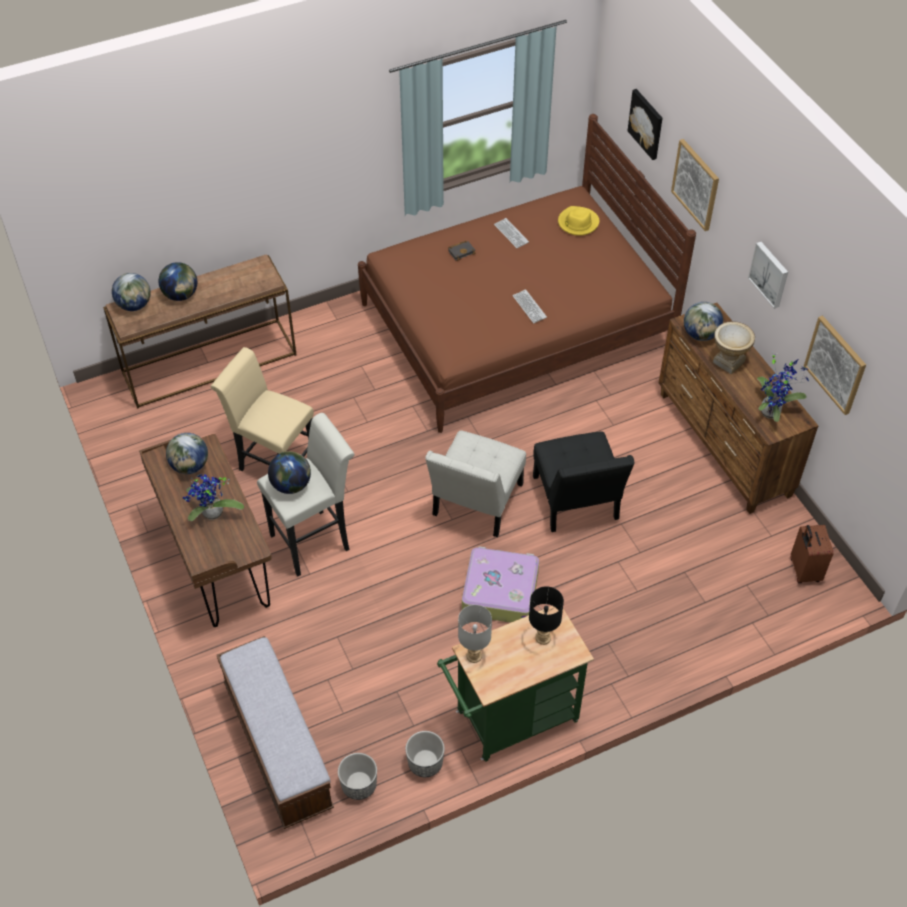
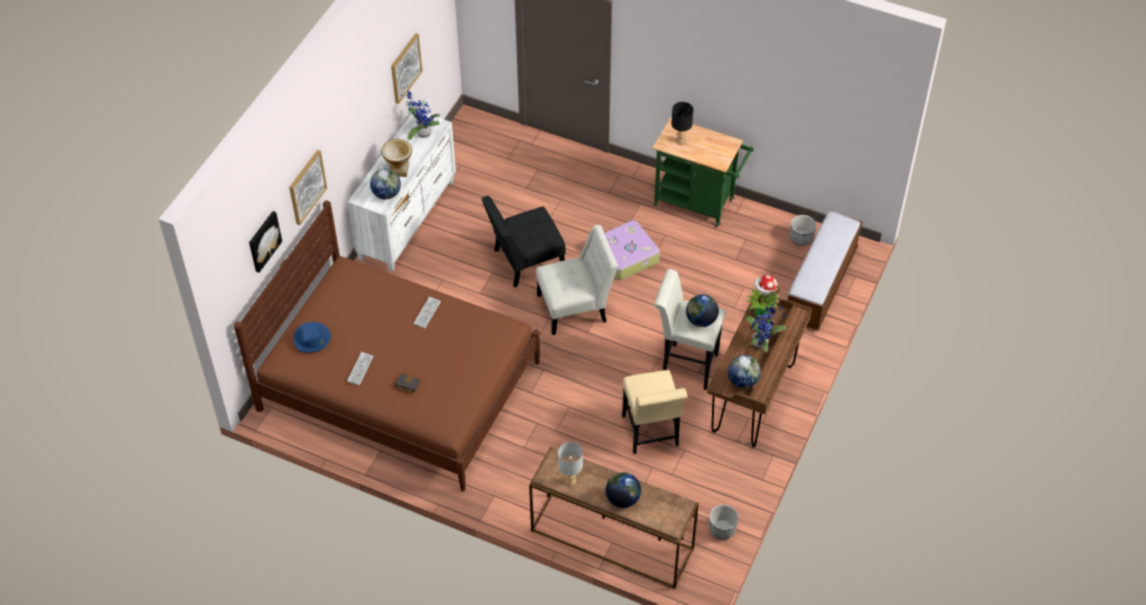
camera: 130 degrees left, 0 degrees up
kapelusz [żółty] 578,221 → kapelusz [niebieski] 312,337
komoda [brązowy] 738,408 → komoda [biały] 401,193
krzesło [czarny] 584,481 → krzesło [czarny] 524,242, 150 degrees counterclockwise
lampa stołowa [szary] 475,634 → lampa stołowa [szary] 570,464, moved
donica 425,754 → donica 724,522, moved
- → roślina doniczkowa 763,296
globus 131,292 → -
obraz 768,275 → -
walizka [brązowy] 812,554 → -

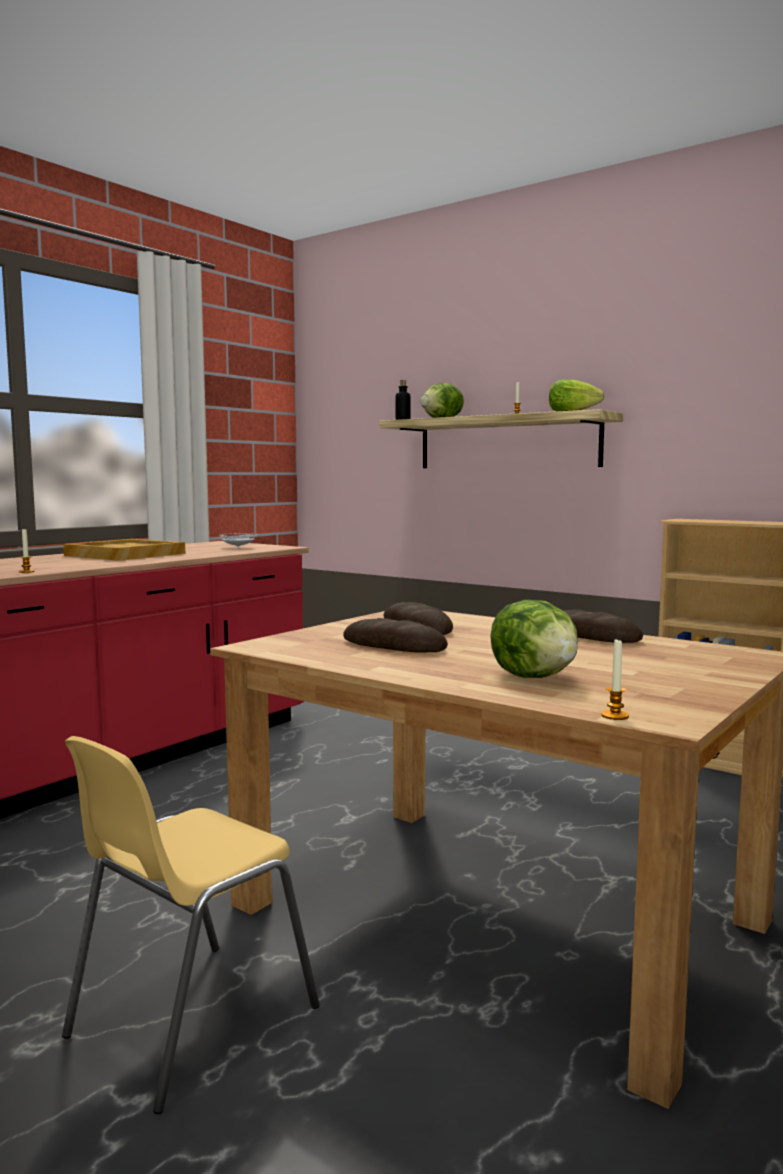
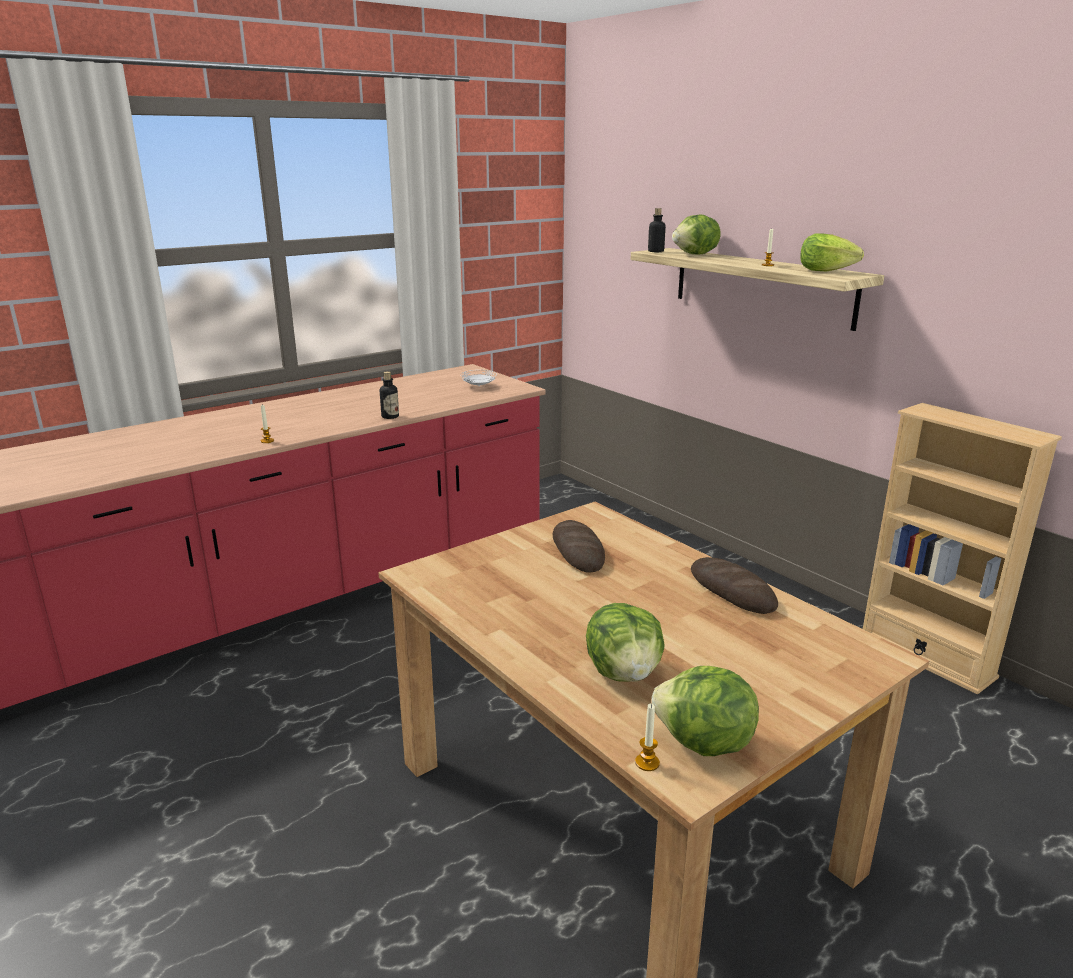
camera: 15 degrees right, 15 degrees up
- → butelka 389,395
- → sałata 705,711
krzesło [żółty] 190,925 → -
taca [beżowy] 124,550 → -
chleb 395,635 → -

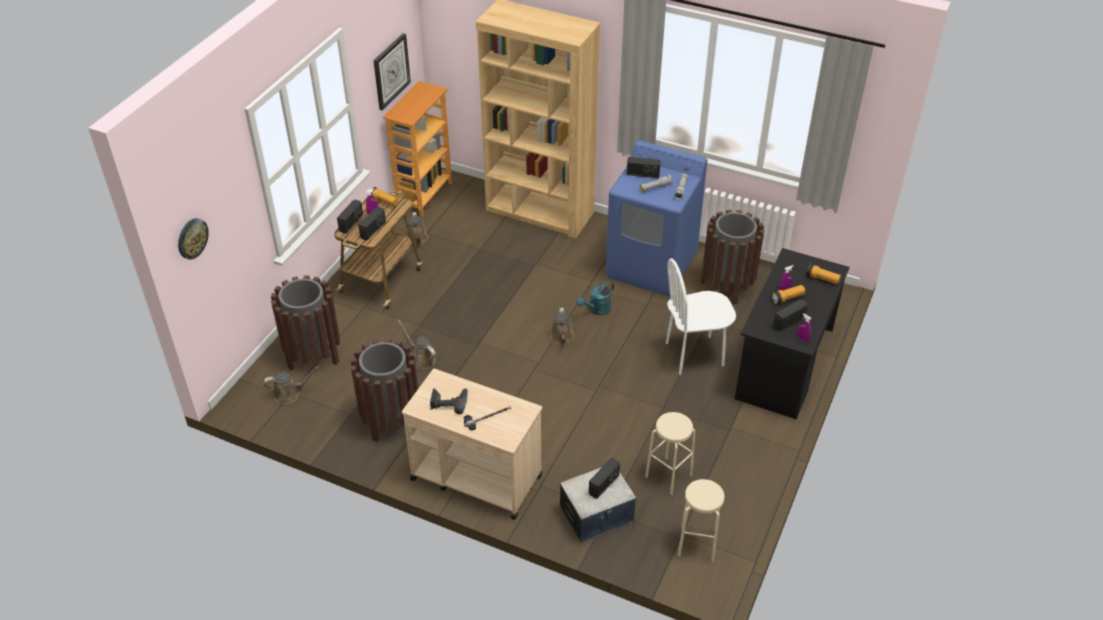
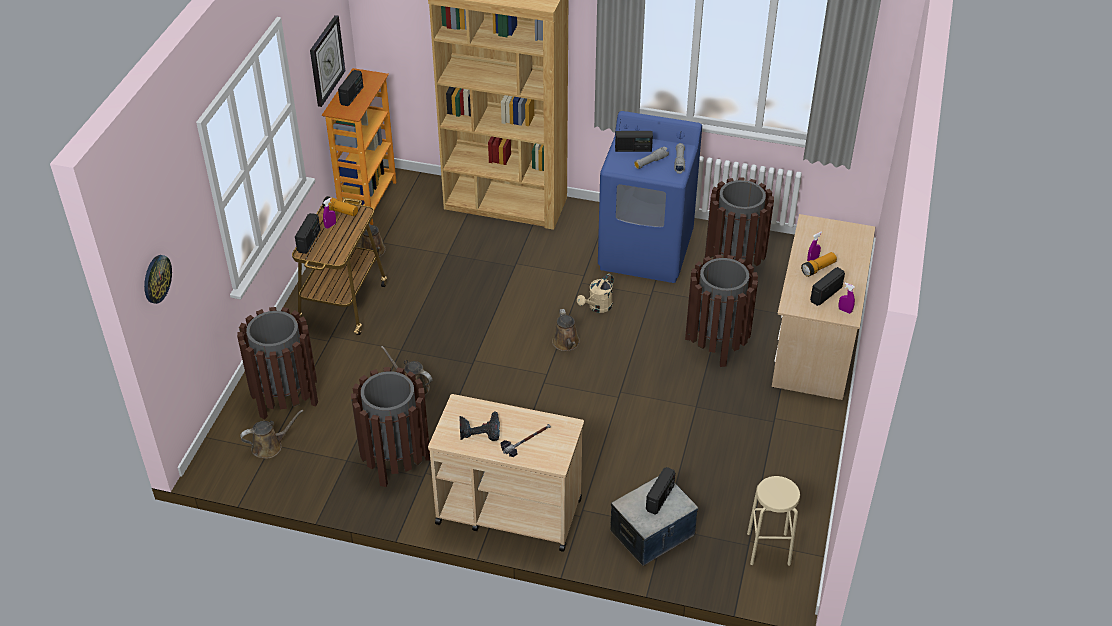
camera: 10 degrees left, 0 degrees up
radio 372,224 → radio 350,88, moved
konewka [turkusowy] 595,298 → konewka [beżowy] 595,293
krzesło [biały] 701,316 → kosz na śmieci [brązowy] 721,311
biurko [czarny] 792,333 → biurko [beżowy] 823,307
stołek [beżowy] 670,453 → -
latarka 823,274 → -

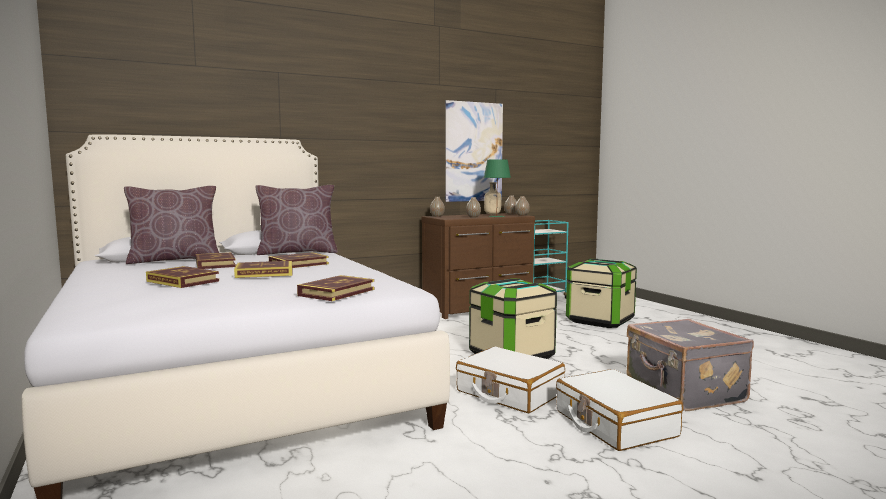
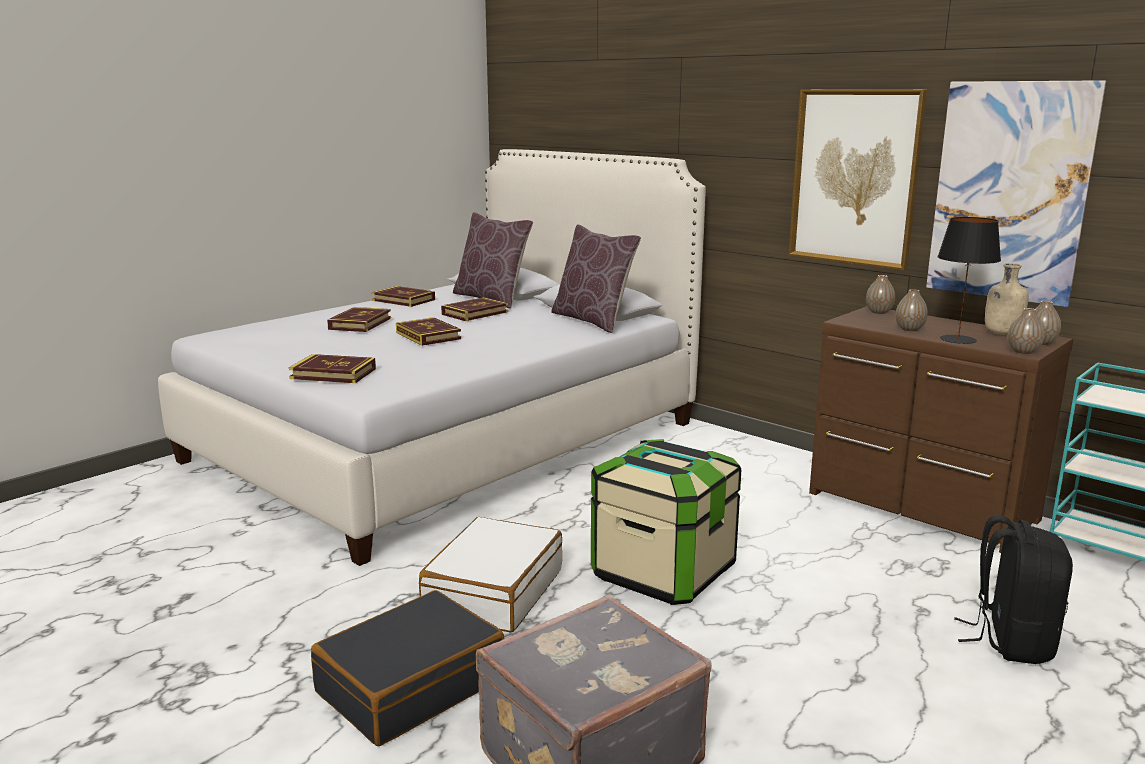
camera: 70 degrees right, 10 degrees up
walizka [biały] 619,410 → walizka [czarny] 407,668
książka 299,260 → książka 403,296, moved
- → obraz 857,179
lampa stołowa [zielony] 497,188 → lampa stołowa [czarny] 969,280
pojemnik do przechowywania 601,293 → plecak [czarny] 1013,589

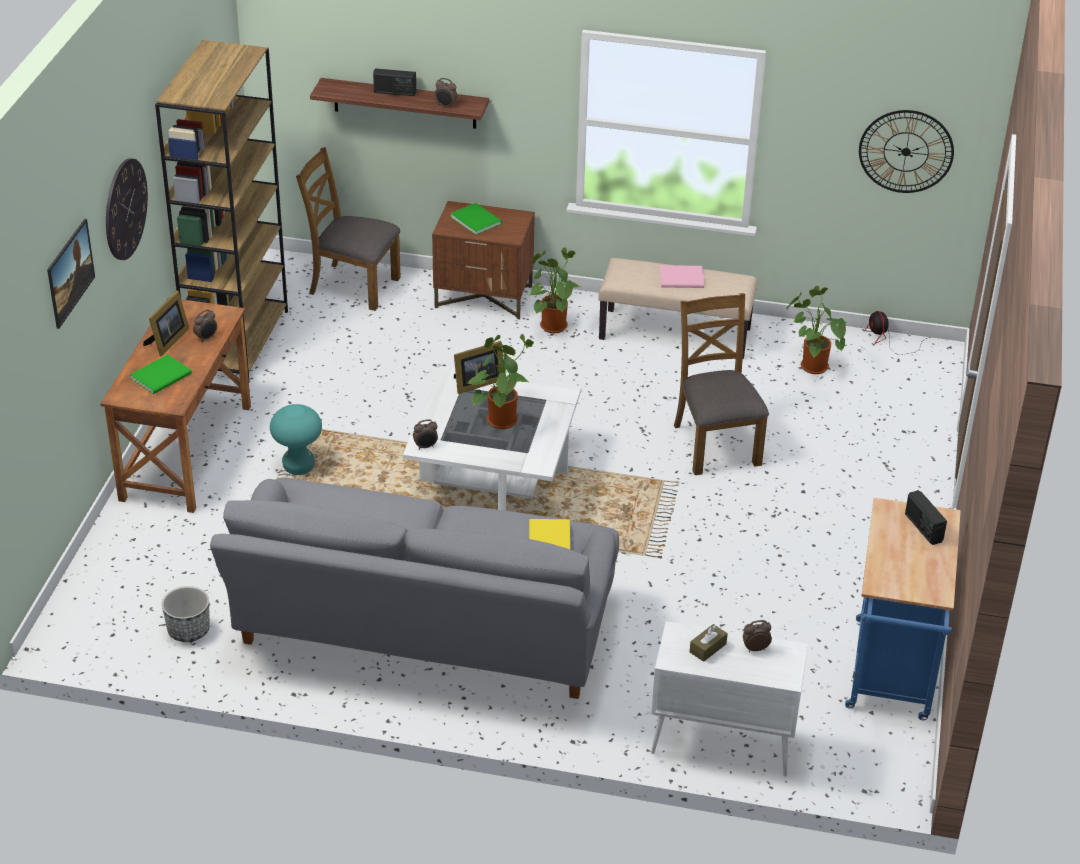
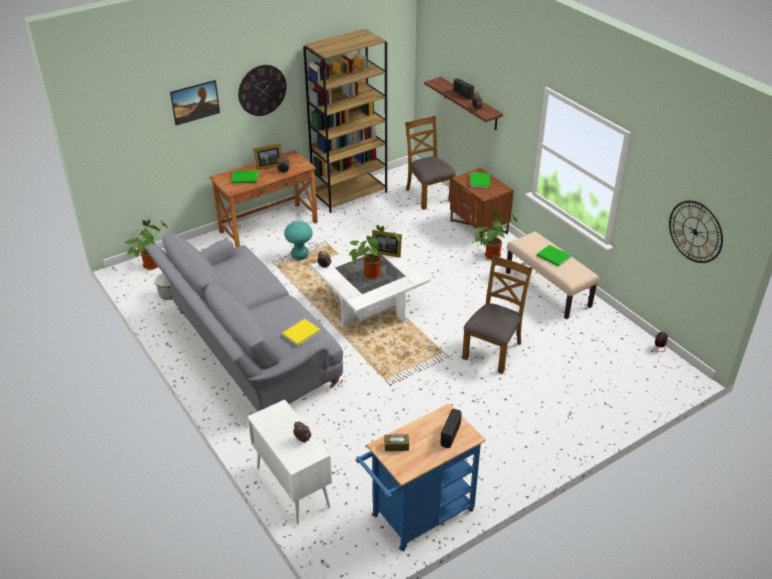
camera: 45 degrees right, 0 degrees up
roślina doniczkowa 817,330 → roślina doniczkowa 147,244, moved
pudełko chusteczek [brązowy] 709,643 → pudełko chusteczek [brązowy] 396,442, moved
książka [różowy] 682,276 → książka [zielony] 554,256

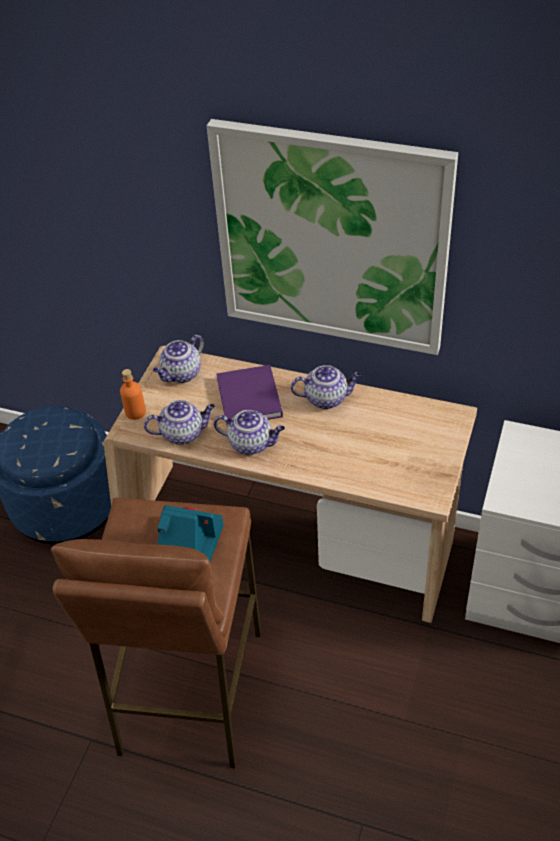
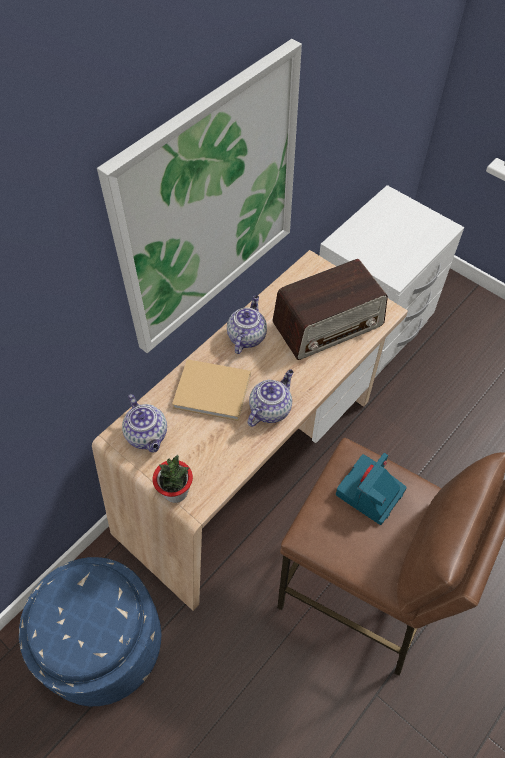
camera: 70 degrees left, 10 degrees up
butelka [pomarańczowy] 133,394 → roślina doniczkowa 173,479
książka [fioletowy] 249,395 → książka [beżowy] 211,390
- → radio 330,309
imbryk 179,422 → -

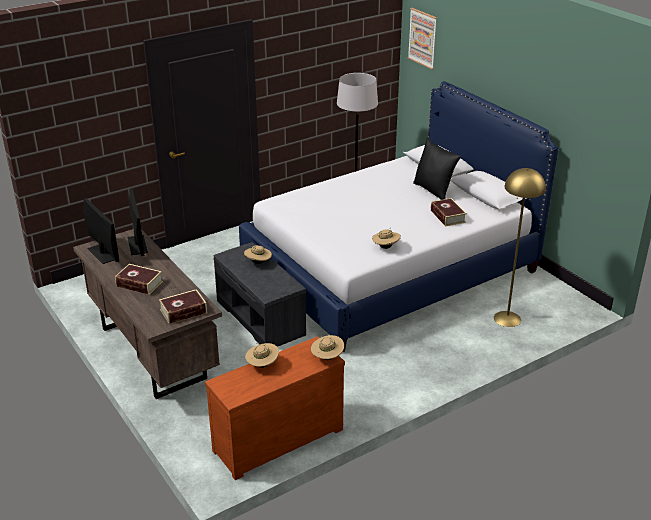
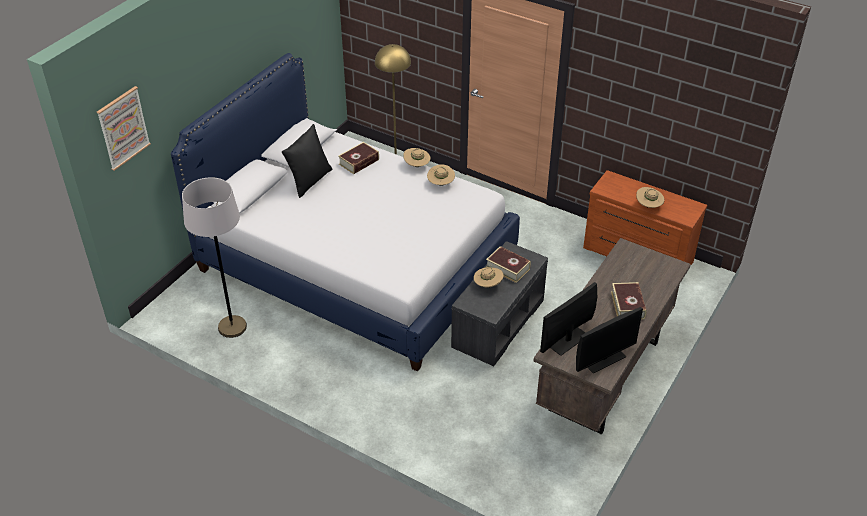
camera: 115 degrees left, 10 degrees up
kapelusz [beżowy] 327,347 → kapelusz [beżowy] 417,157, moved
książka 183,306 → książka 508,264, moved
monitor 101,231 → monitor 609,340, 150 degrees counterclockwise

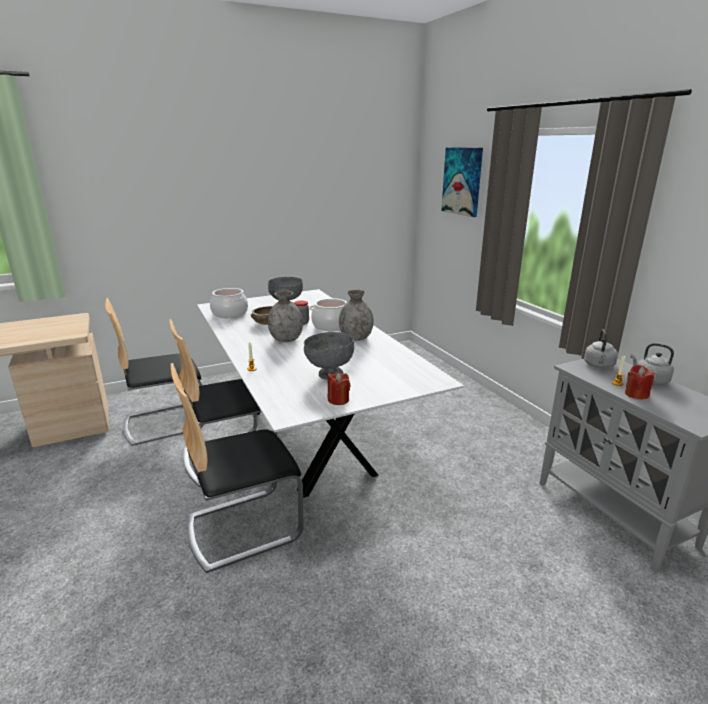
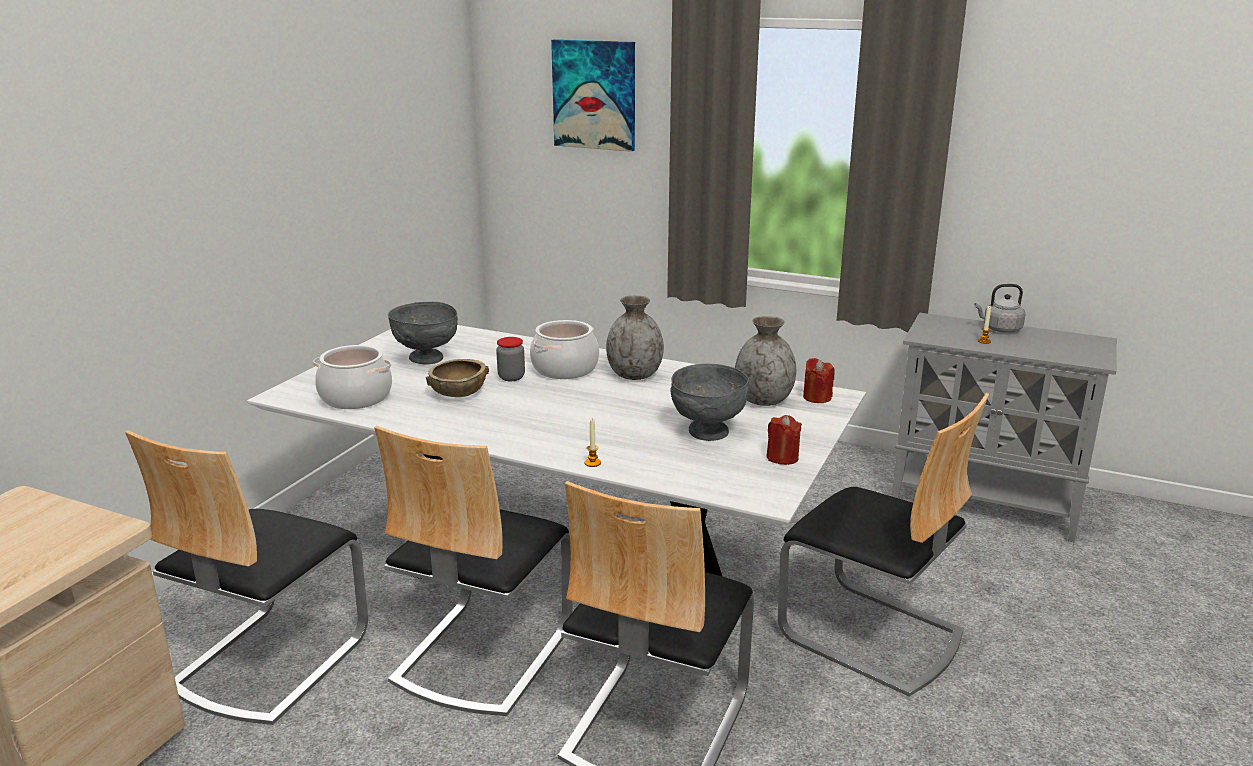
camera: 40 degrees left, 0 degrees up
wazon [szary] 285,316 → wazon [szary] 765,361, moved
- → krzesło 883,544
świeca [czerwony] 639,382 → świeca [czerwony] 819,380, moved
czajnik [szary] 601,348 → -

